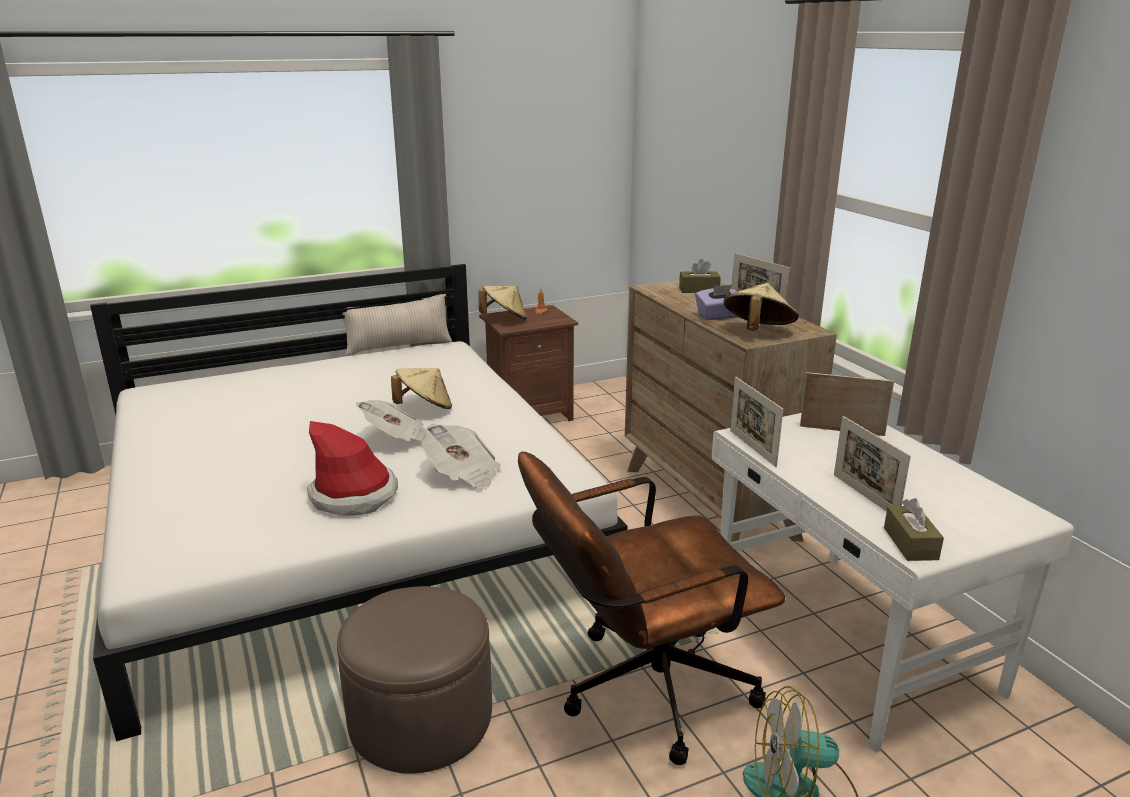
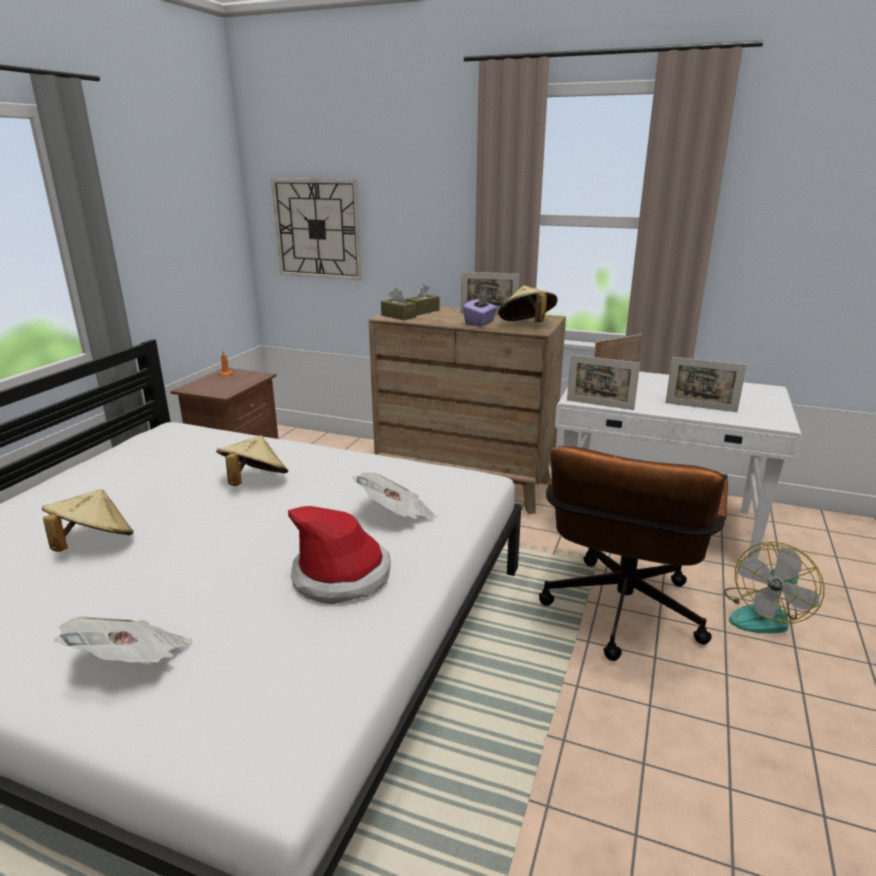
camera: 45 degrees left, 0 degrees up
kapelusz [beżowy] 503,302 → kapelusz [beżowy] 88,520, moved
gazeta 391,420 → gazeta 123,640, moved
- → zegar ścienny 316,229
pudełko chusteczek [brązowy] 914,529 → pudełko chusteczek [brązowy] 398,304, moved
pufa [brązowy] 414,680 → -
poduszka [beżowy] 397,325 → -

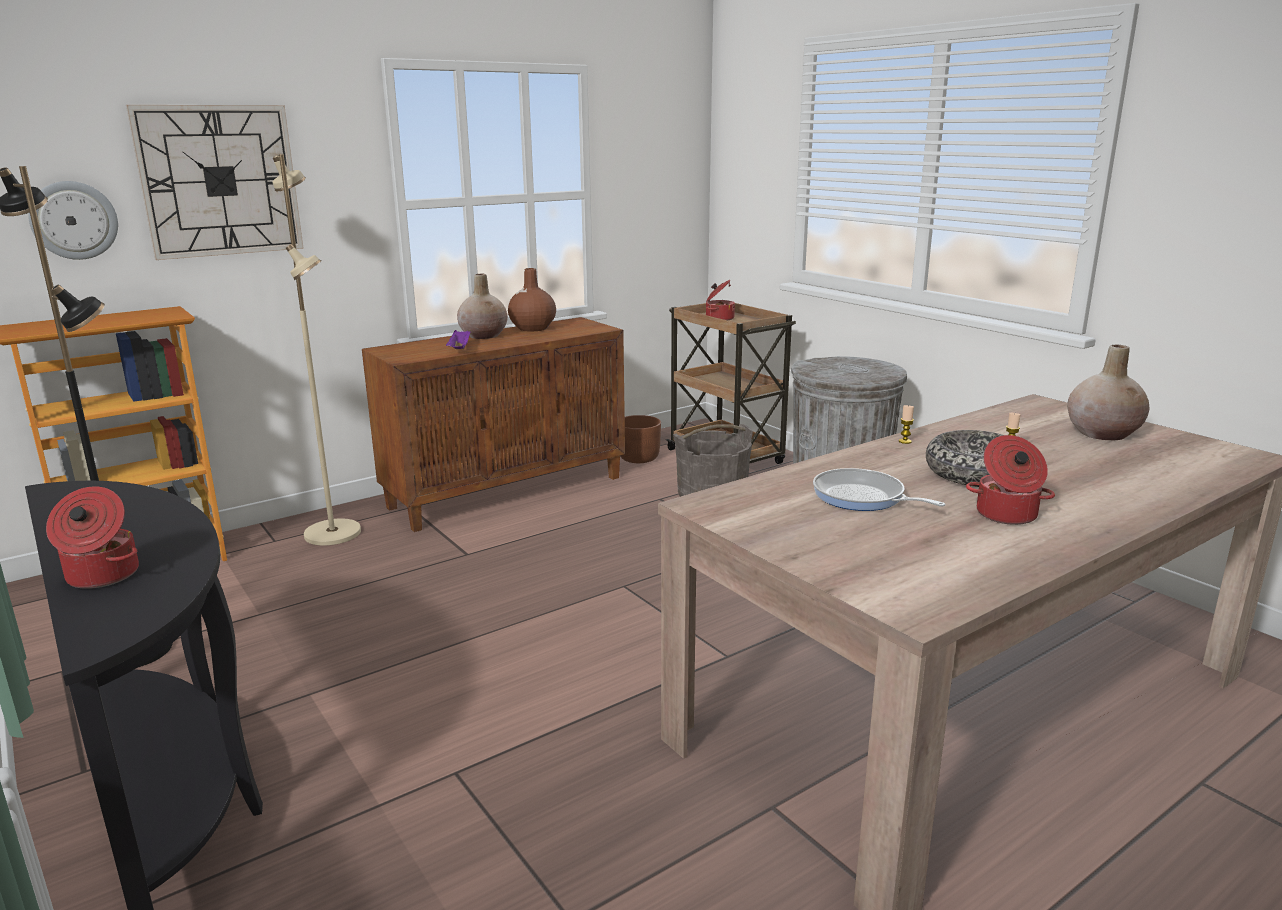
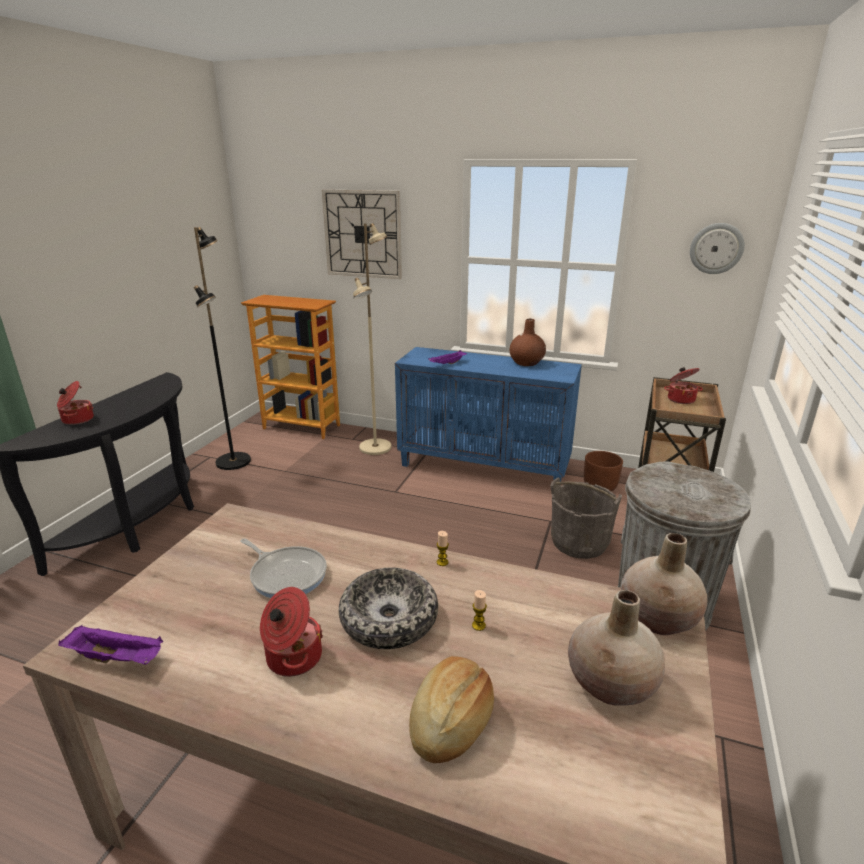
camera: 55 degrees right, 5 degrees up
- → taca [fioletowy] 110,644
patelnia 879,489 → patelnia 283,568, 120 degrees clockwise
szafka [brązowy] 493,424 → szafka [niebieski] 488,414
- → chleb 451,709
wazon [beżowy] 482,306 → wazon [beżowy] 664,584, moved
zegar ścienny 73,220 → zegar ścienny 717,248, moved

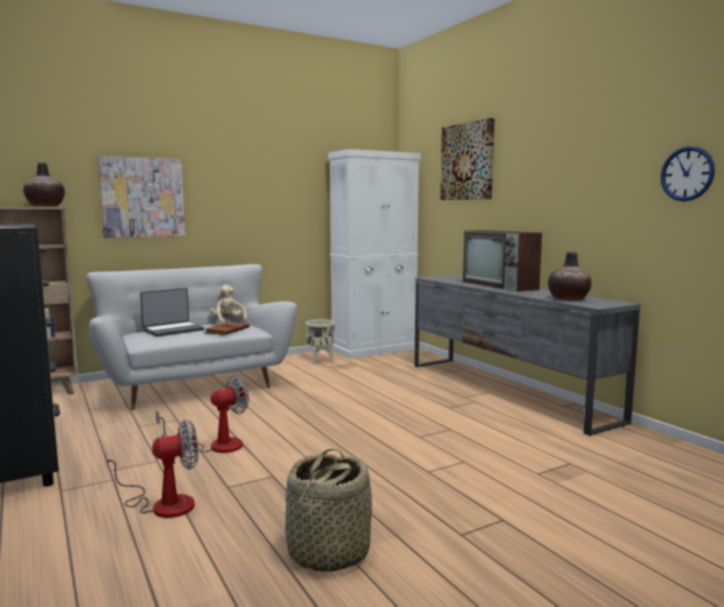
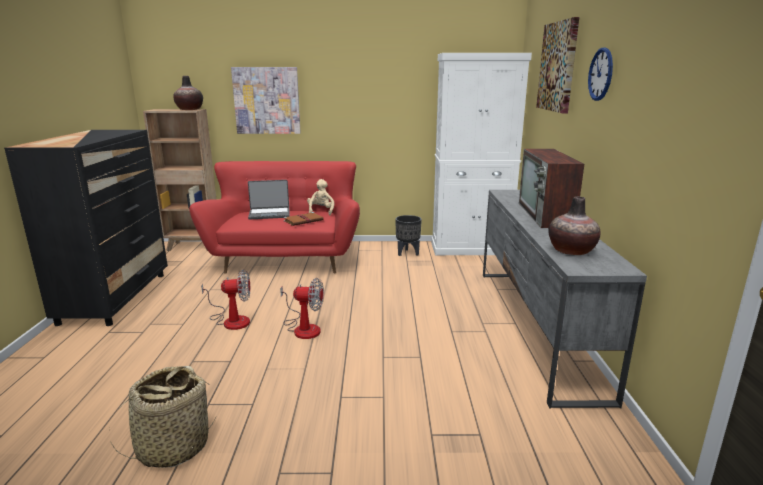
camera: 30 degrees right, 10 degrees up
kanapa [biały] 191,337 → kanapa [czerwony] 274,217
wentylator 152,468 → wentylator 302,308, moved
donica [beżowy] 320,342 → donica [czarny] 408,235
zegar ścienny 688,173 → zegar ścienny 600,74, moved

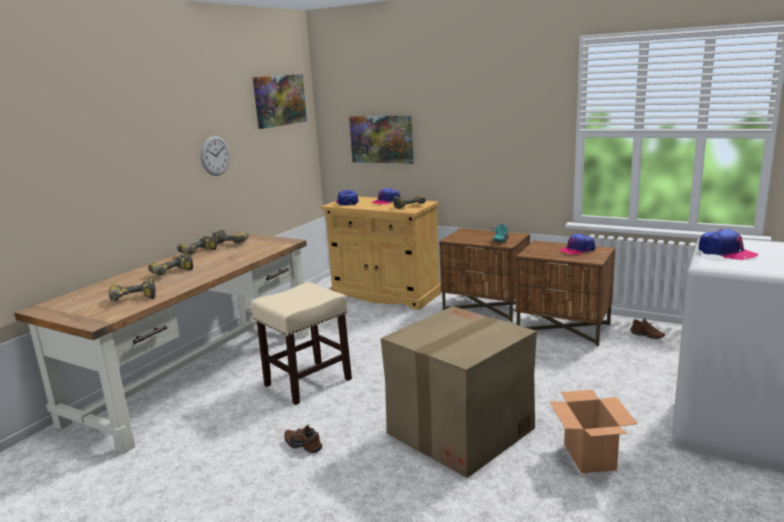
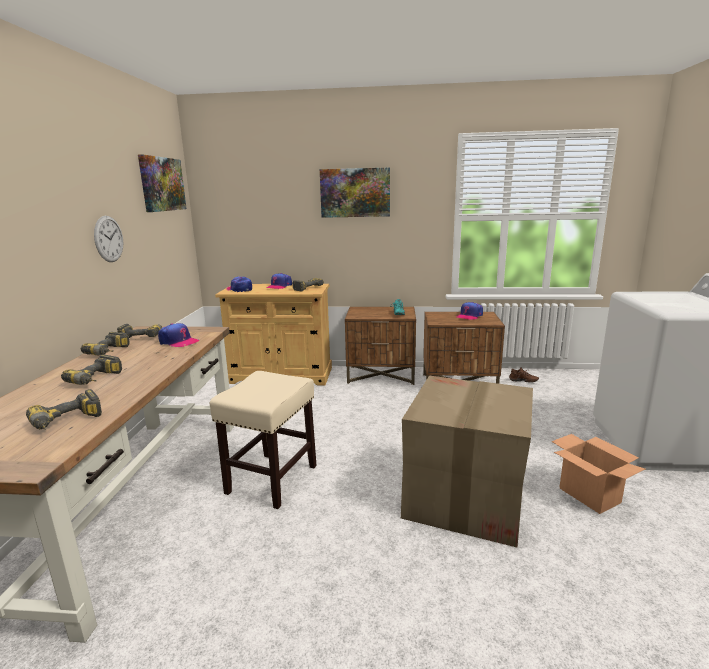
camera: 25 degrees left, 0 degrees up
czapka z daszkiem 728,244 → czapka z daszkiem 178,335, moved
obraz 381,139 → obraz 355,192, moved
but [brązowy] 303,438 → -

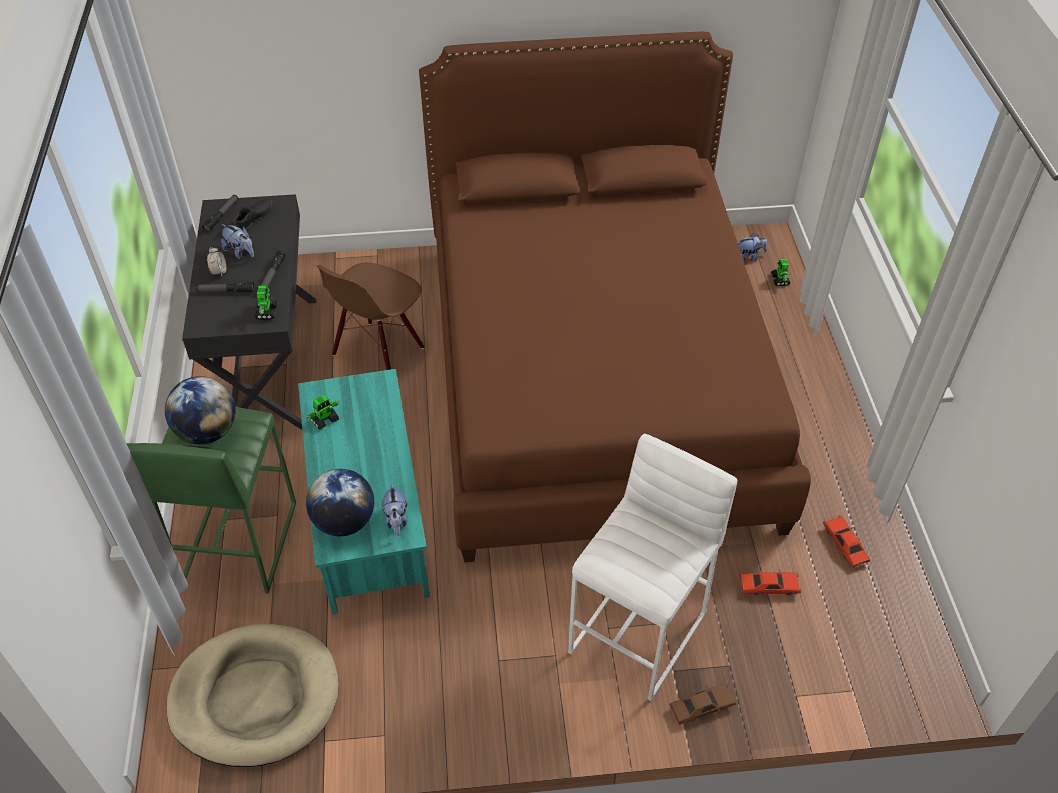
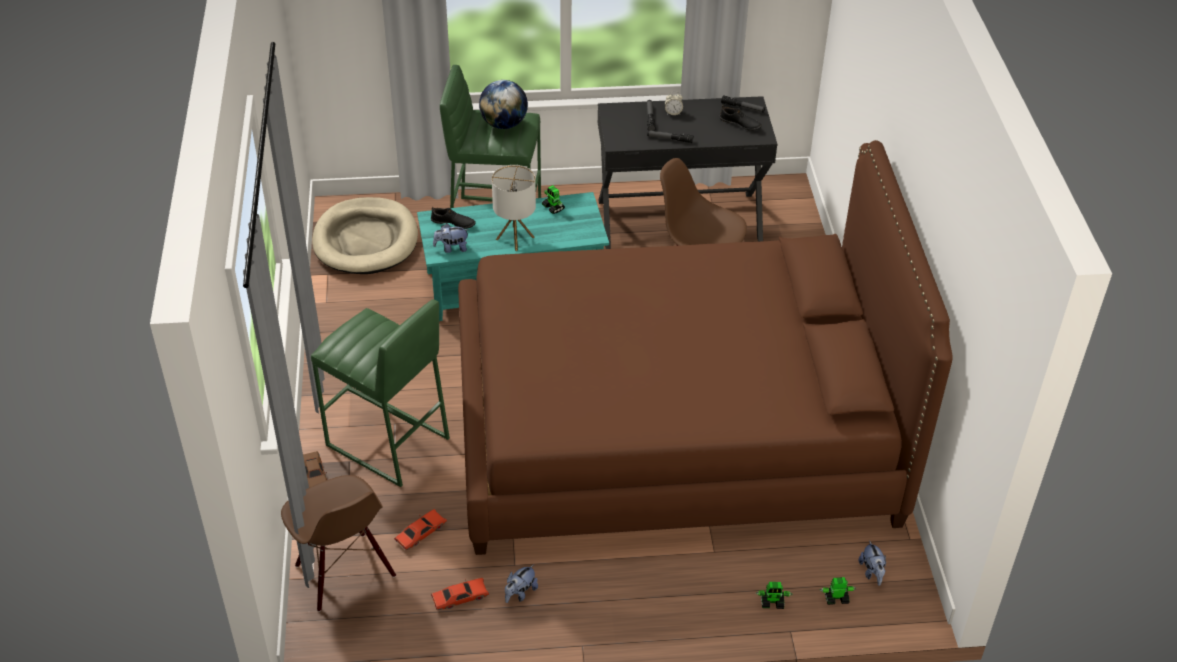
camera: 90 degrees right, 5 degrees down
- → krzesło [brązowy] 338,543
stołek [biały] 652,567 → stołek [zielony] 380,393
samochodzik [czerwony] 770,583 → samochodzik [czerwony] 420,529, 135 degrees counterclockwise
globus 340,502 → but [czarny] 453,218
- → lampa stołowa 514,208
pluszak 237,241 → pluszak 521,583, moved
robot zabawkowy 266,303 → robot zabawkowy 774,595, moved

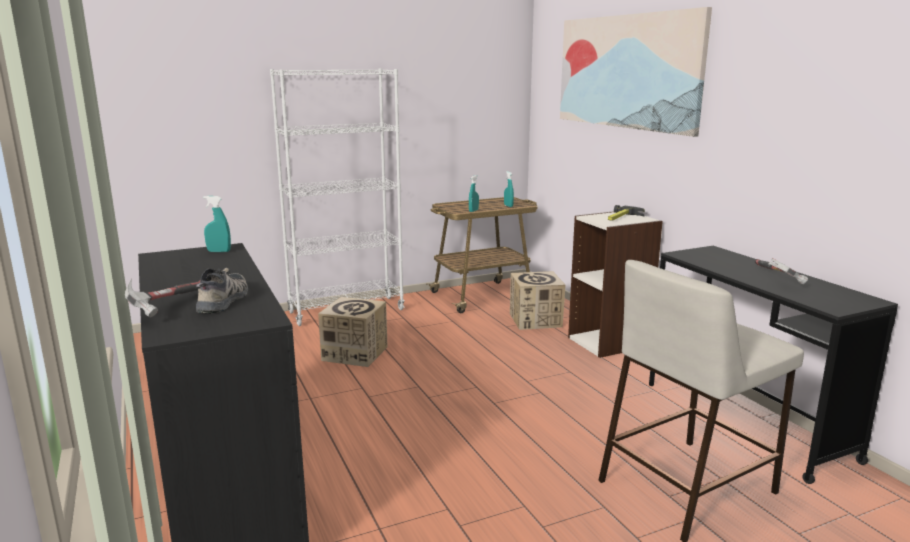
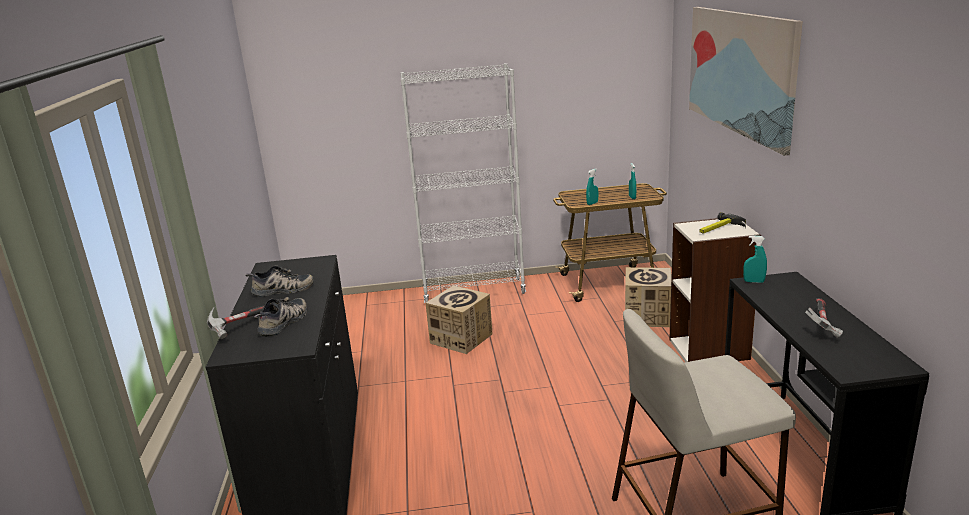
camera: 20 degrees right, 5 degrees up
- → but 279,281
spryskiwacz [turkusowy] 217,224 → spryskiwacz [turkusowy] 755,259, moved

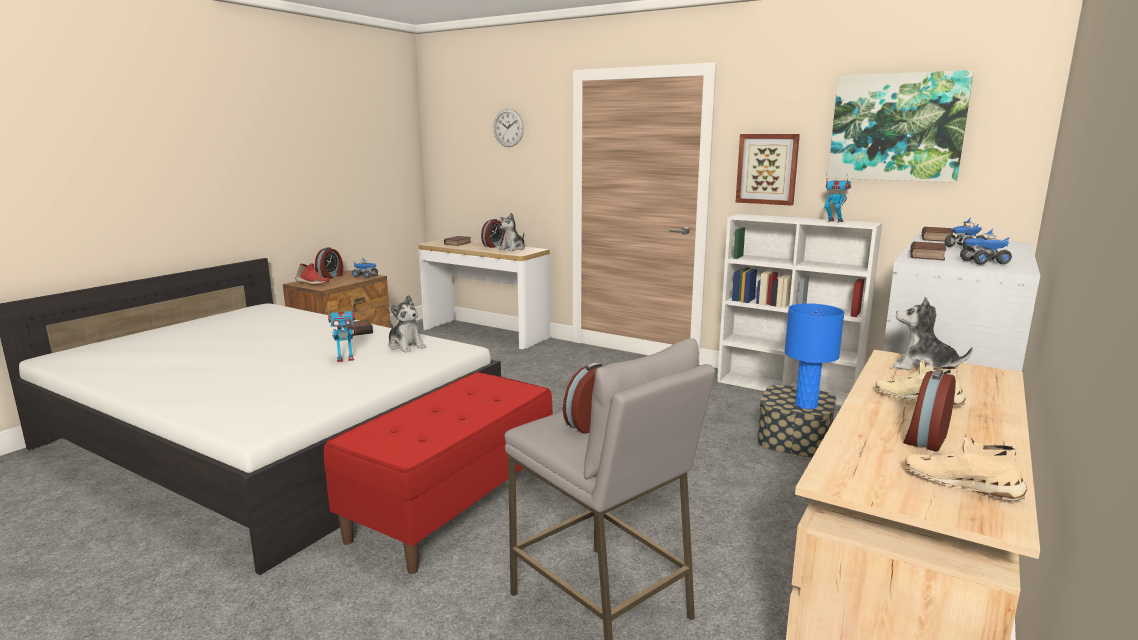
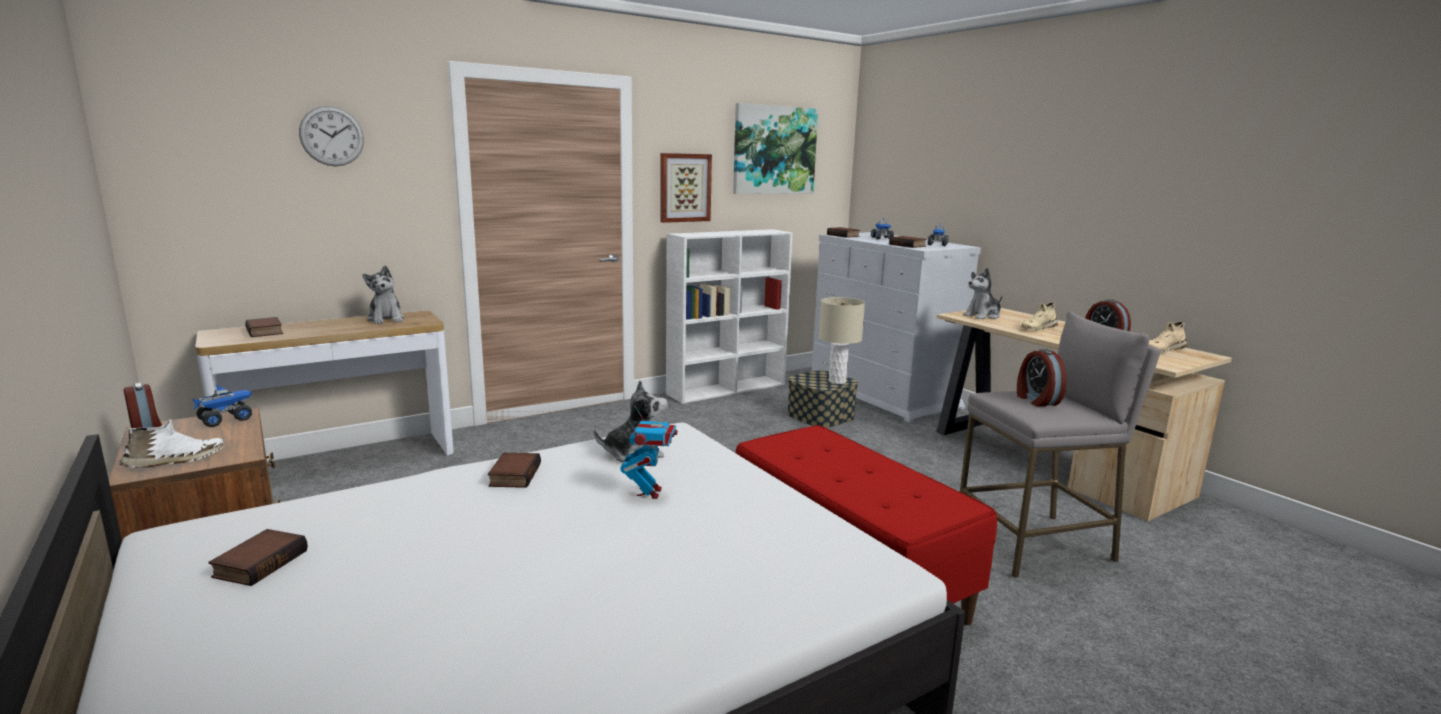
camera: 65 degrees left, 0 degrees up
but [czerwony] 312,274 → but [biały] 171,443
- → książka 258,557
lampa stołowa [niebieski] 814,356 → lampa stołowa [beżowy] 842,340
budzik 493,233 → -
robot zabawkowy 837,197 → -

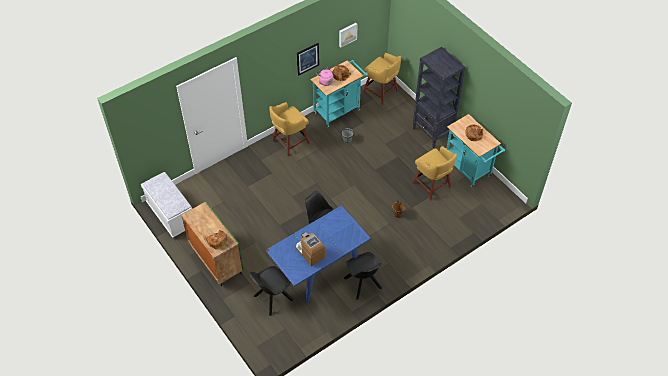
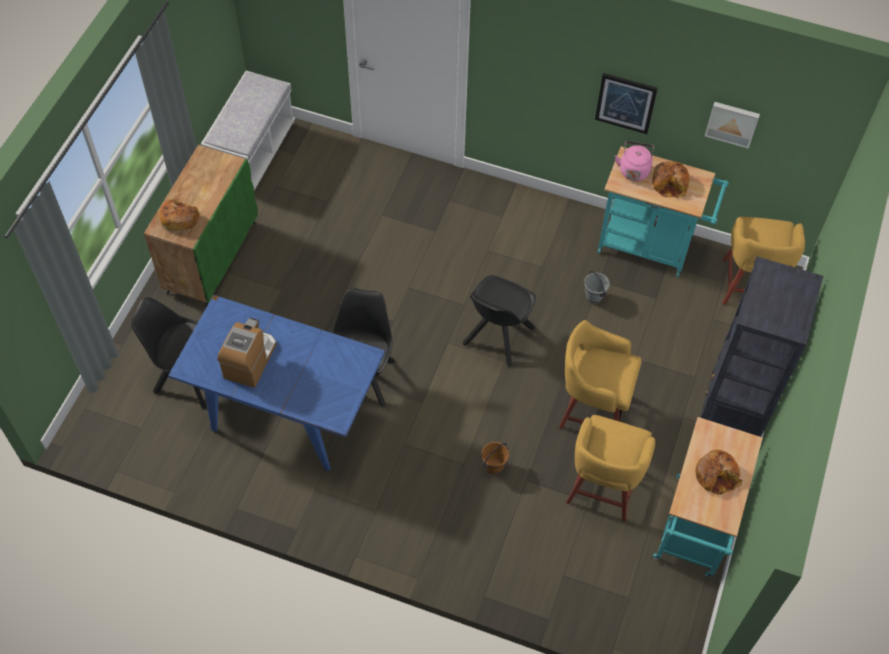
camera: 55 degrees right, 5 degrees up
krzesło [czarny] 363,276 → krzesło [czarny] 499,321, moved
stołek [żółty] 289,129 → stołek [żółty] 600,374, moved

